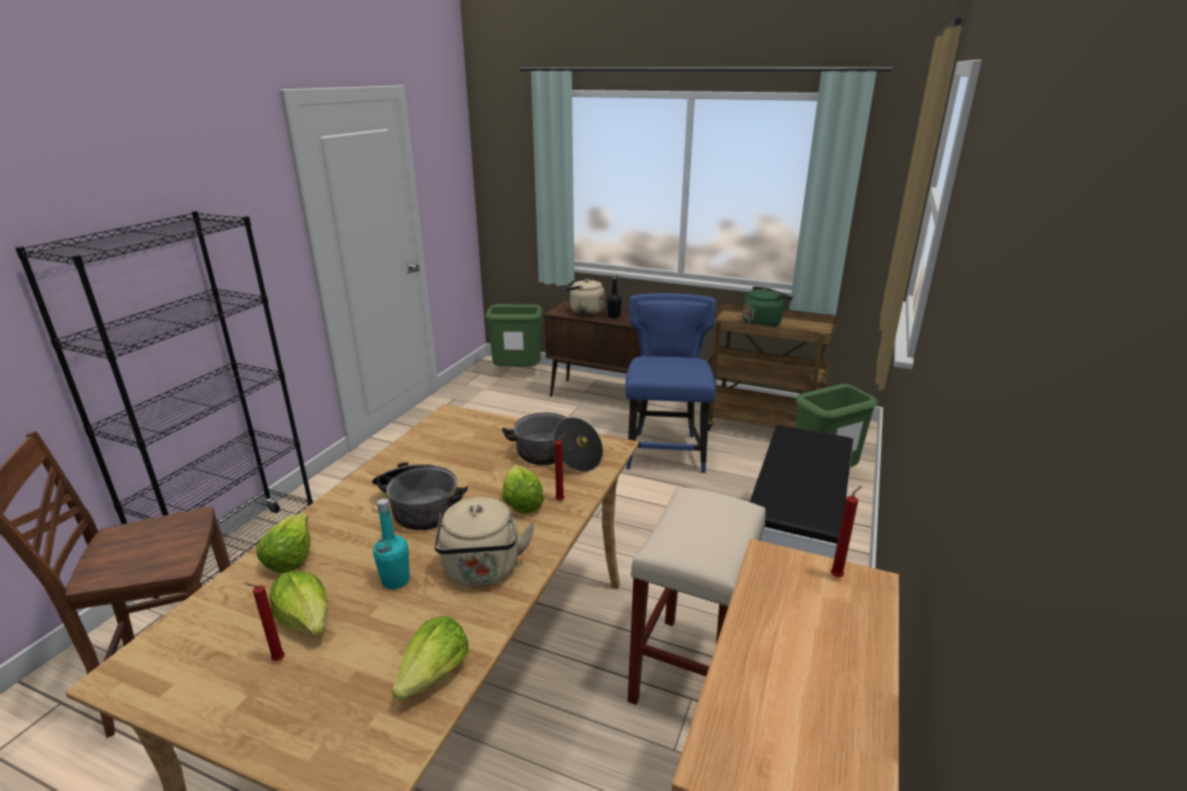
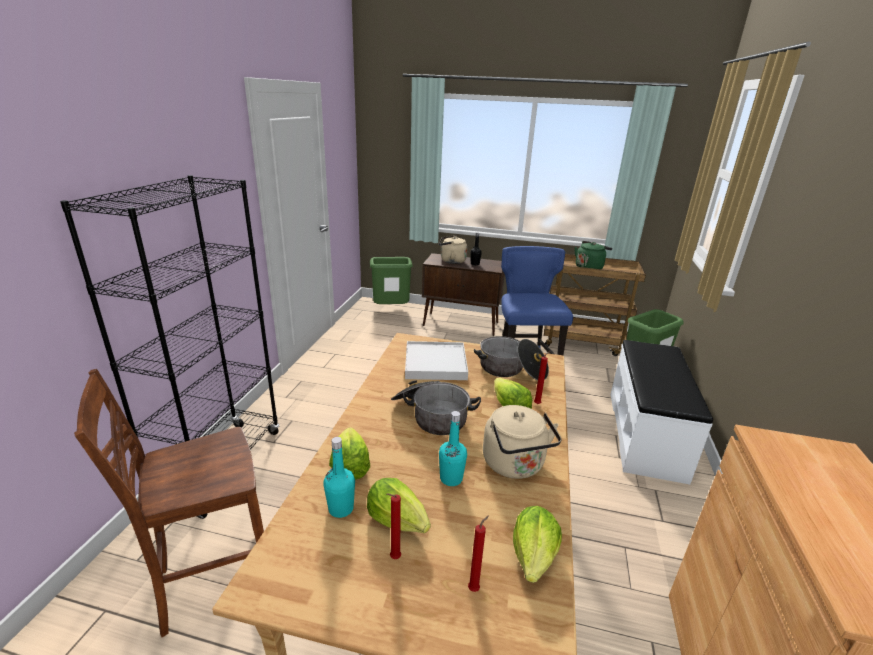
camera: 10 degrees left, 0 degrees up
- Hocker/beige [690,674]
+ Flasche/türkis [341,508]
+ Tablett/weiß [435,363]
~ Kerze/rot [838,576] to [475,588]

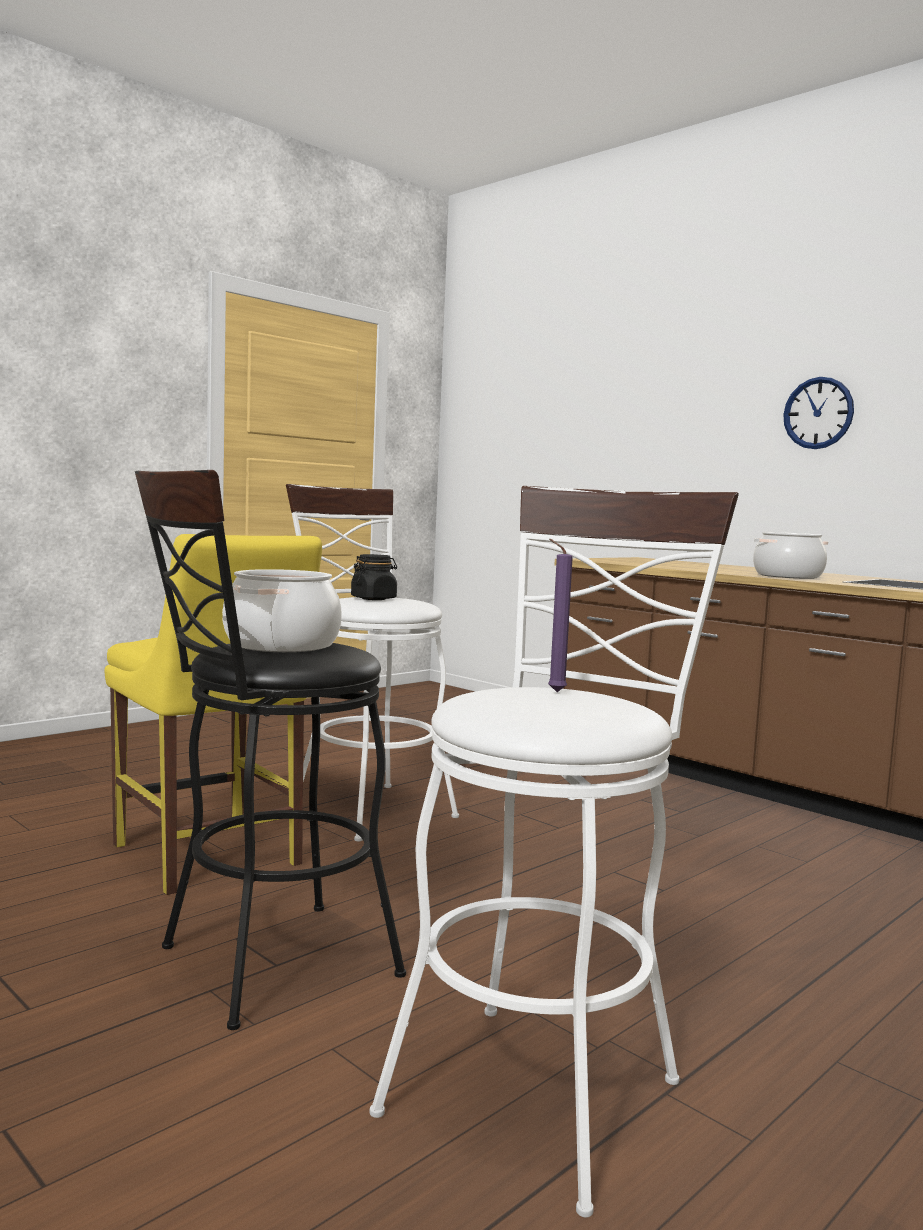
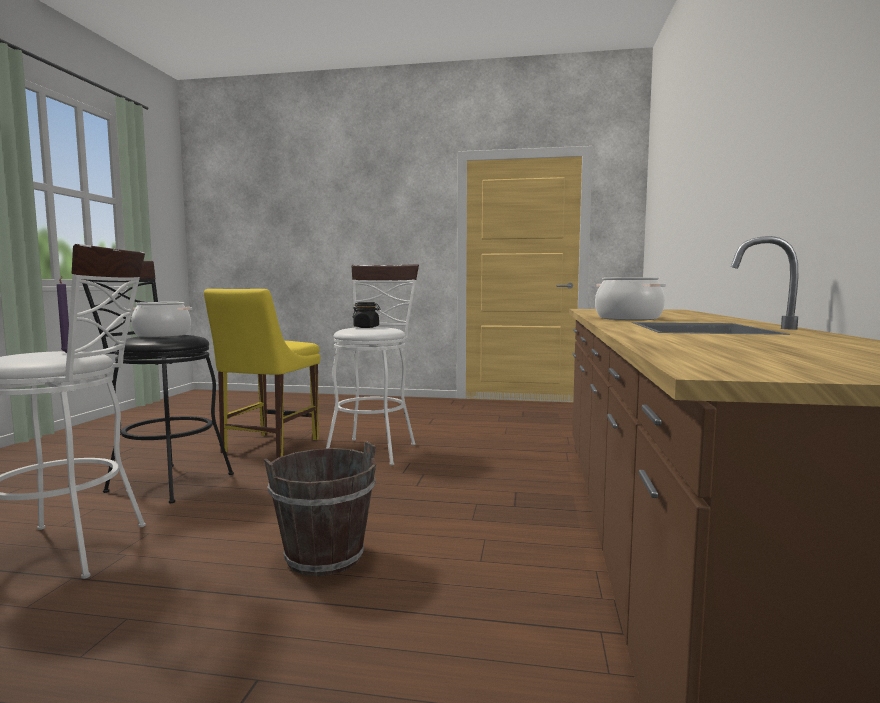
camera: 55 degrees right, 0 degrees up
- Wanduhr [818,413]
+ Eimer/braun [324,556]

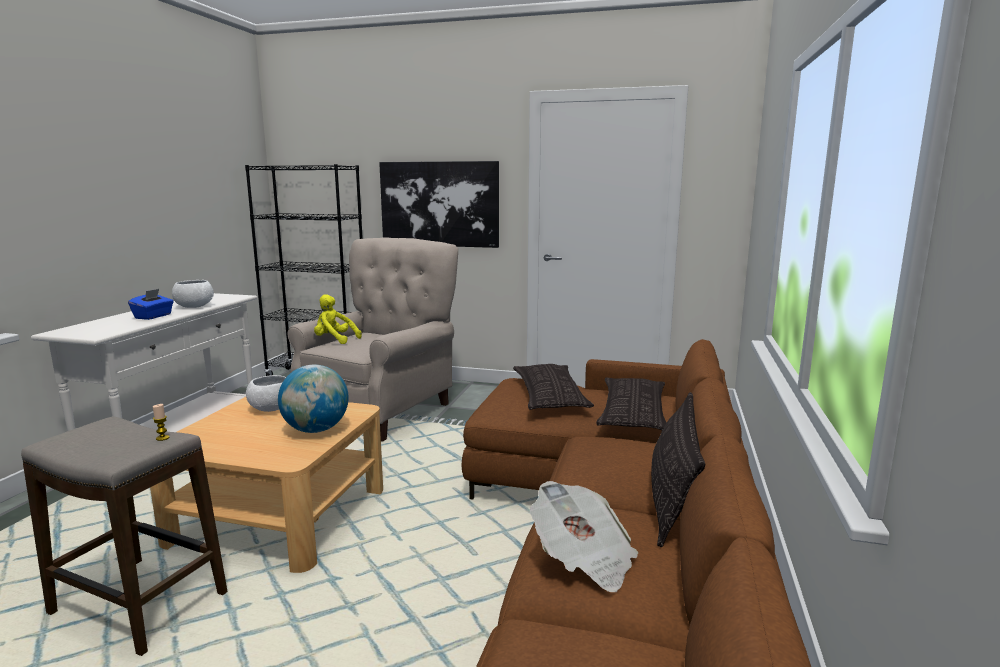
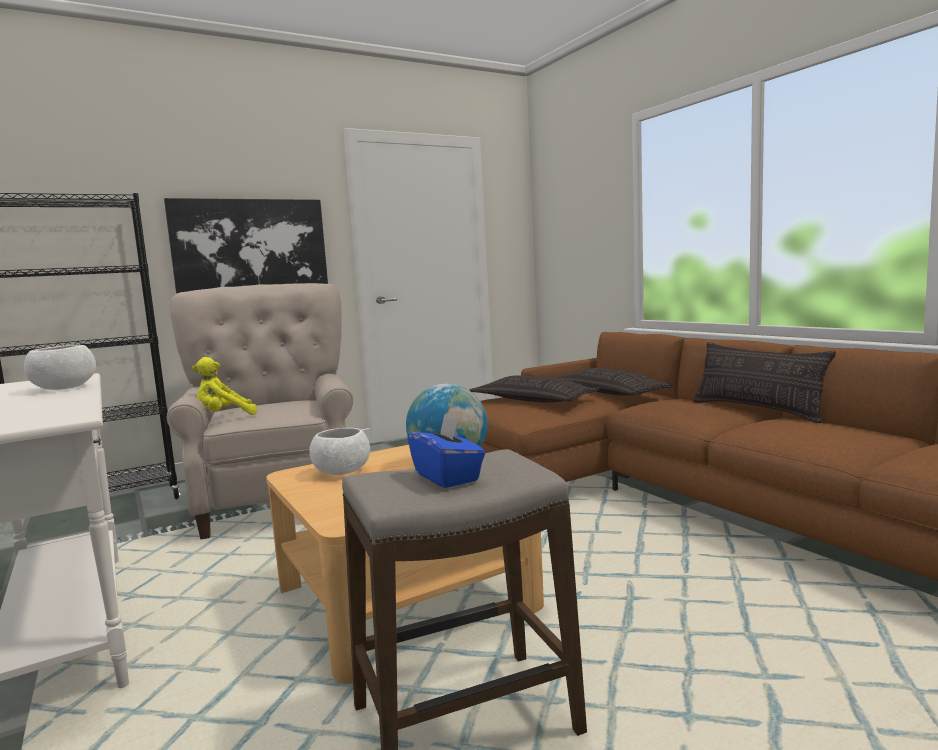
camera: 45 degrees left, 5 degrees down
- Kerze [162,438]
- Zeitung [583,559]
~ Taschentuchbox/blau [153,316] to [447,477]

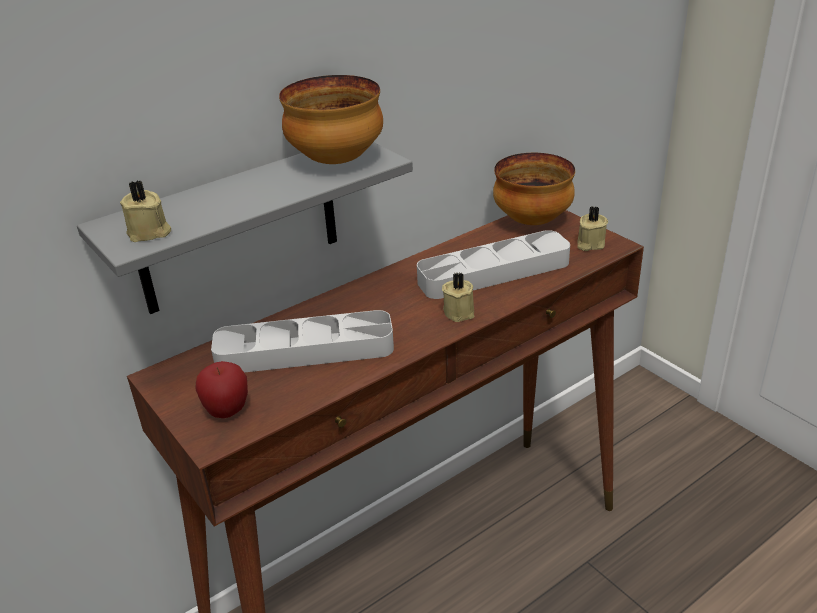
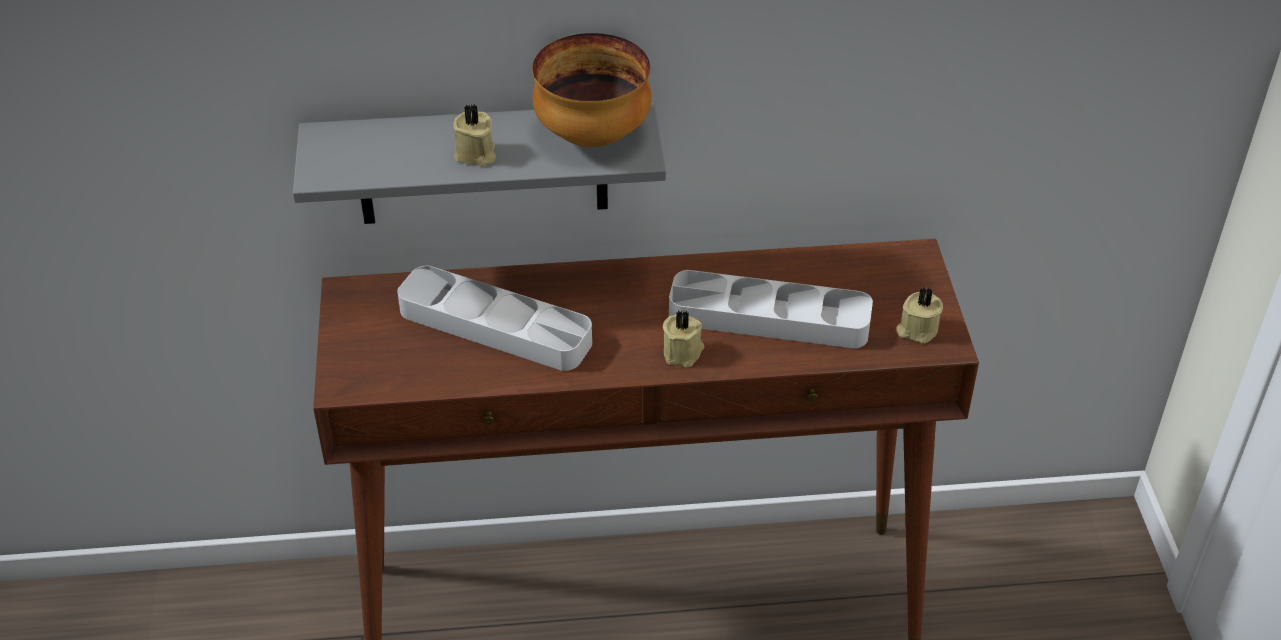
camera: 30 degrees right, 10 degrees up
- Apfel [227,411]
- Schüssel [533,221]
~ Kerze/beige [149,233] to [475,154]

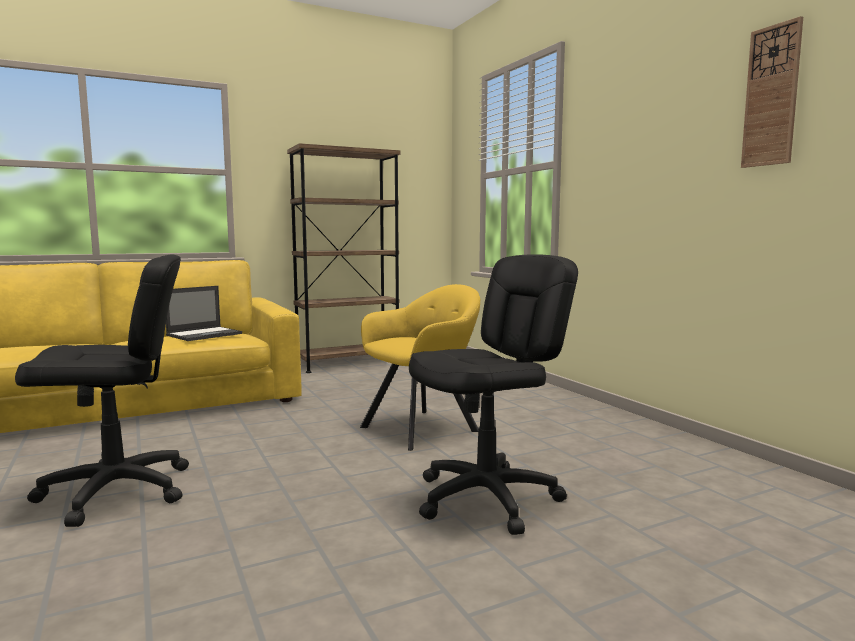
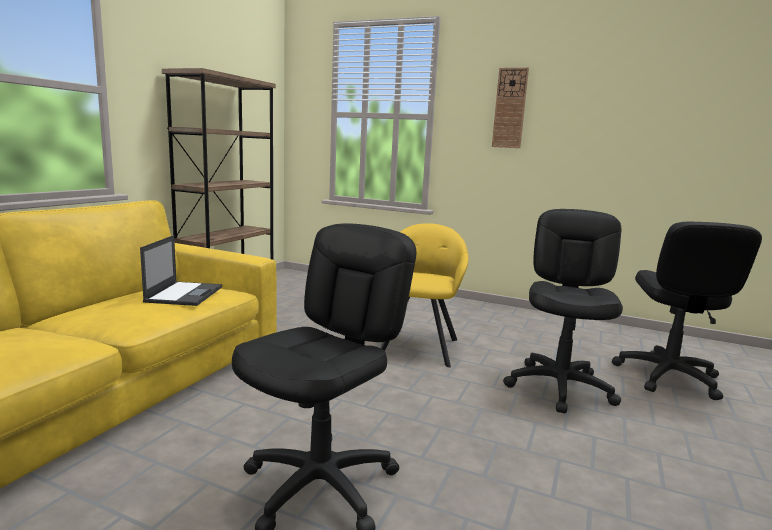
camera: 40 degrees left, 5 degrees up
+ Bürostuhl/schwarz [667,377]
~ Wanduhr [771,96] to [510,108]

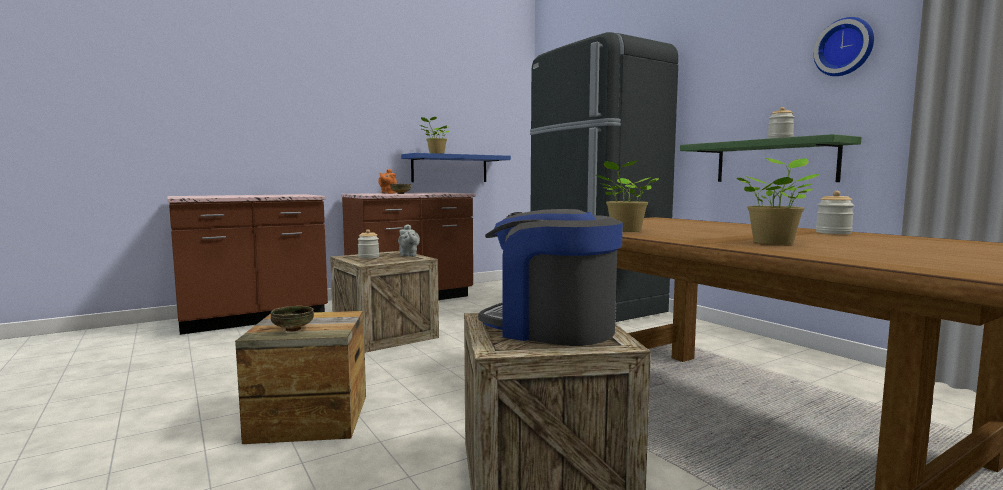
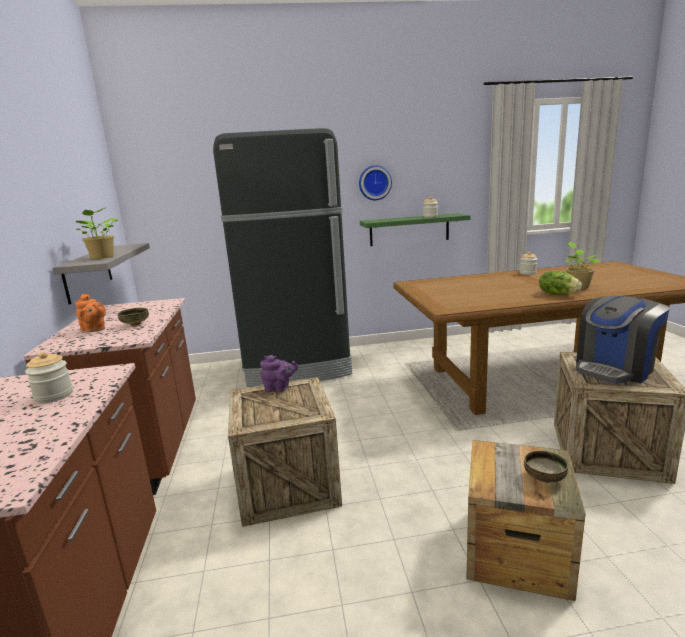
camera: 65 degrees left, 10 degrees up
- Topfpflanze [624,231]
+ Salatkopf [557,294]
~ Vorratsglas [368,257] to [54,396]
~ Wanduhr [845,47] to [374,183]
~ Teekanne/grau [408,255] to Teekanne/lila [279,388]
~ Wandregal/blau [449,168] to Wandregal/grau [88,273]

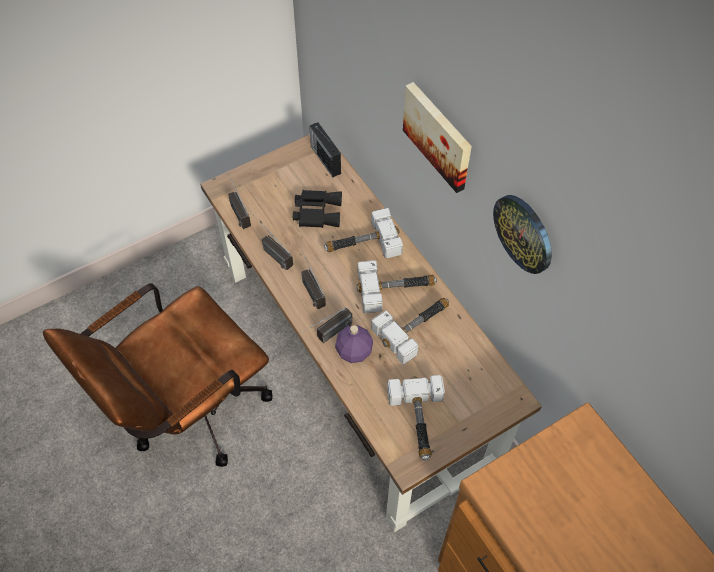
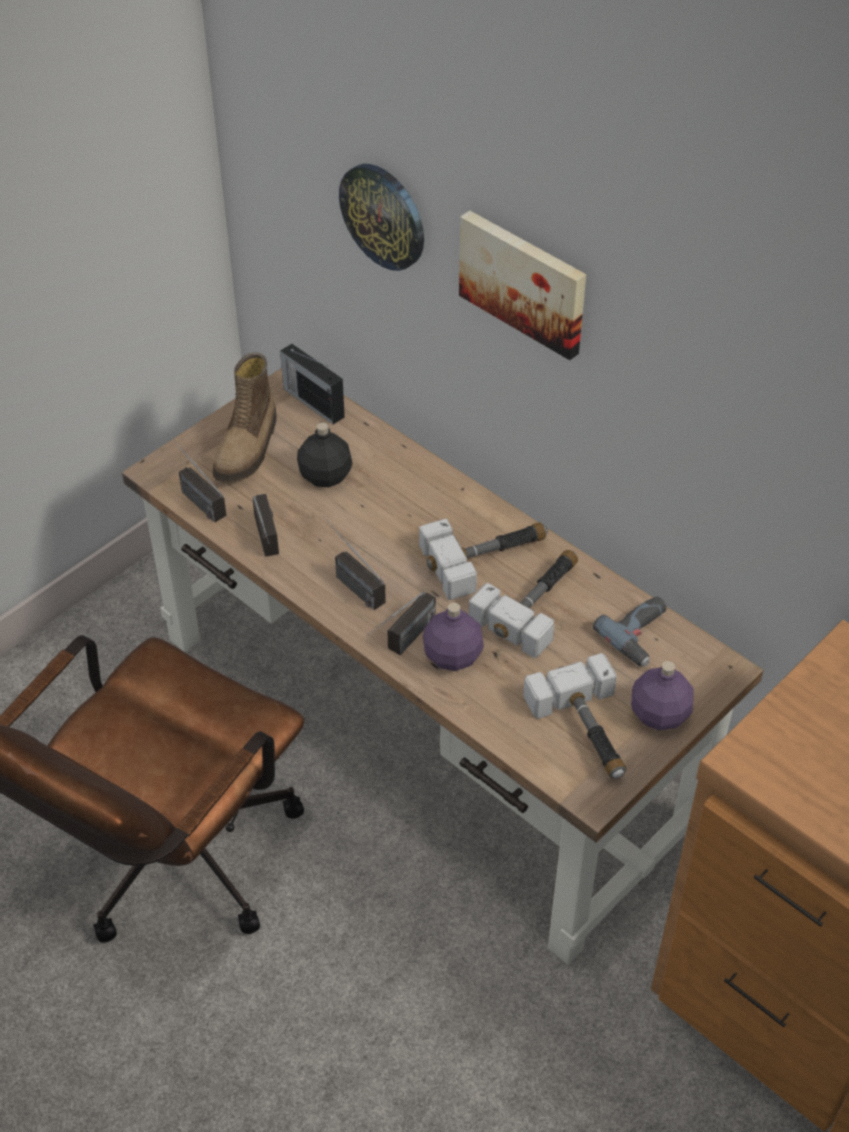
camera: 15 degrees left, 10 degrees down
- Hammer [361,244]
+ Stiefel [248,448]
+ Bohrmaschine [642,635]
+ Flasche/lila [660,714]
~ Wanduhr [524,233] to [383,216]
~ Fernglas/schwarz [317,211] to Flasche/schwarz [325,476]
~ Radio [270,252] = [271,546] 135 degrees counterclockwise

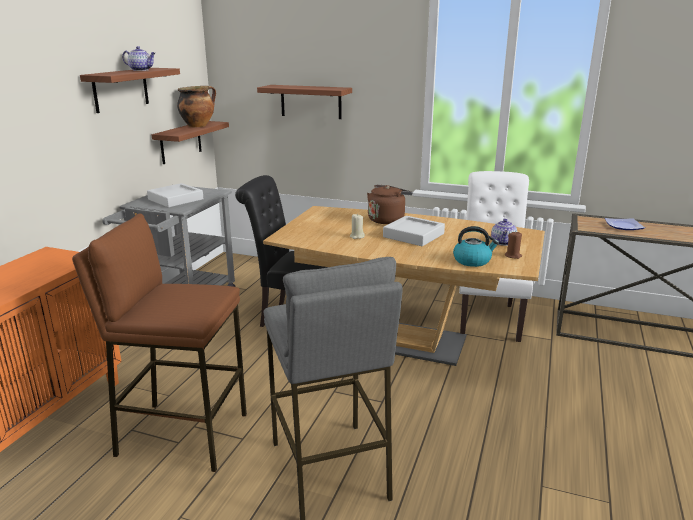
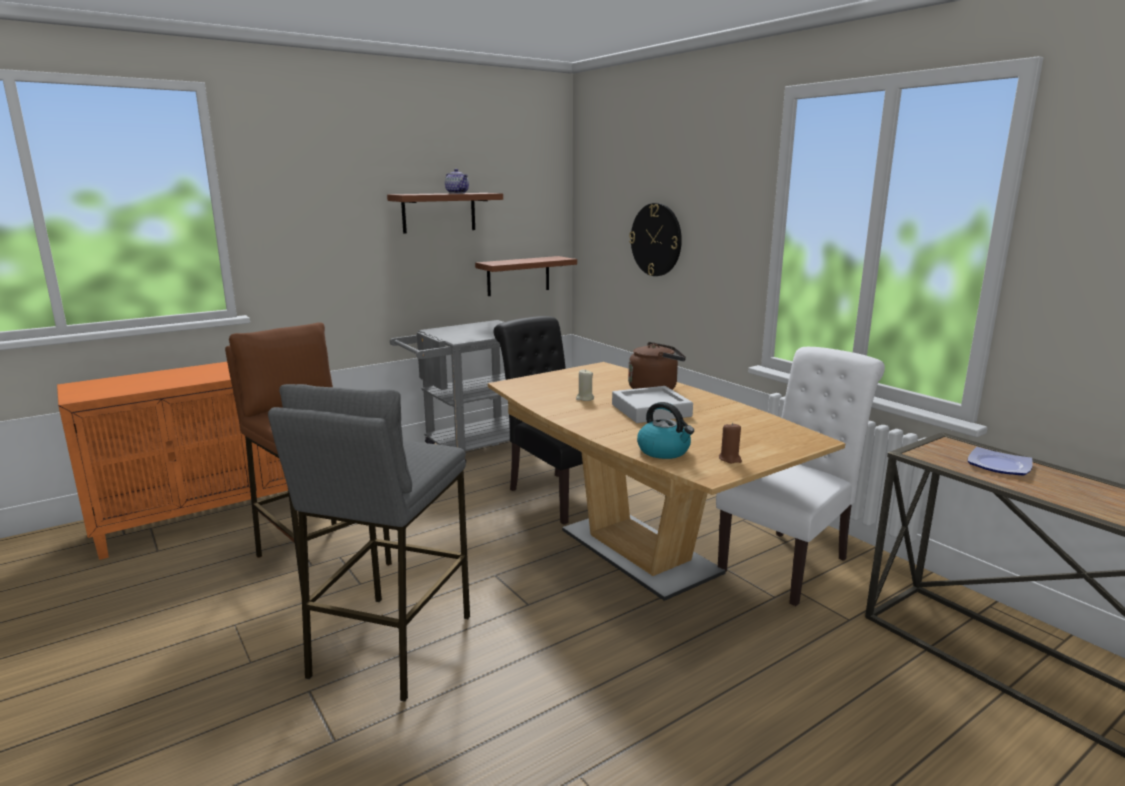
camera: 35 degrees right, 5 degrees down
- Tablett/grau [175,199]
- Kochtopf [198,126]
- Teekanne [503,243]
~ Wandregal [311,101] to Wanduhr [656,240]

